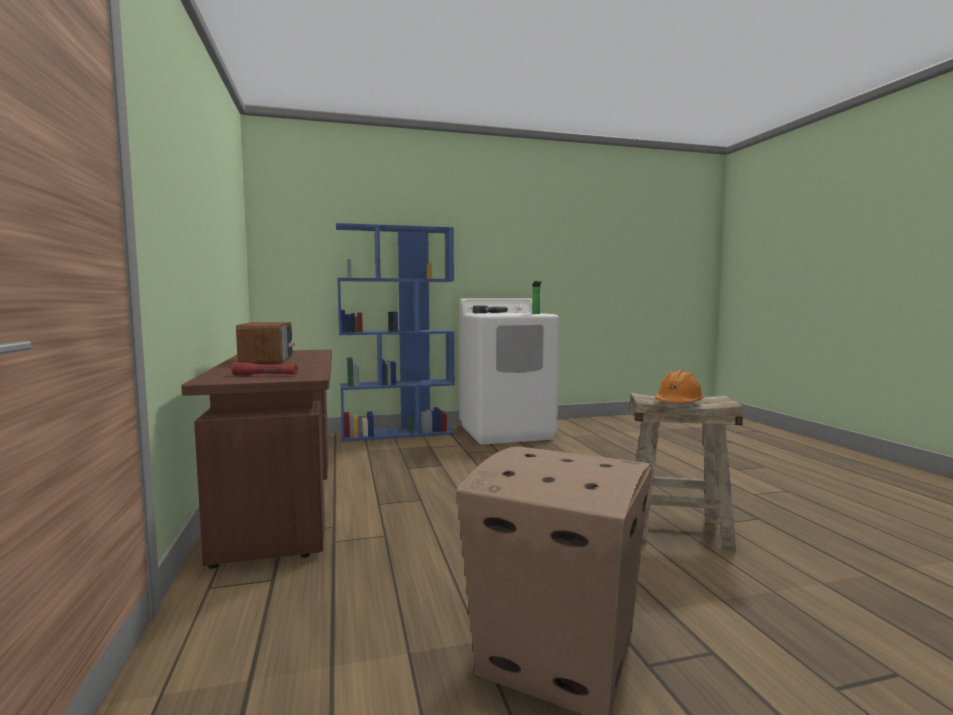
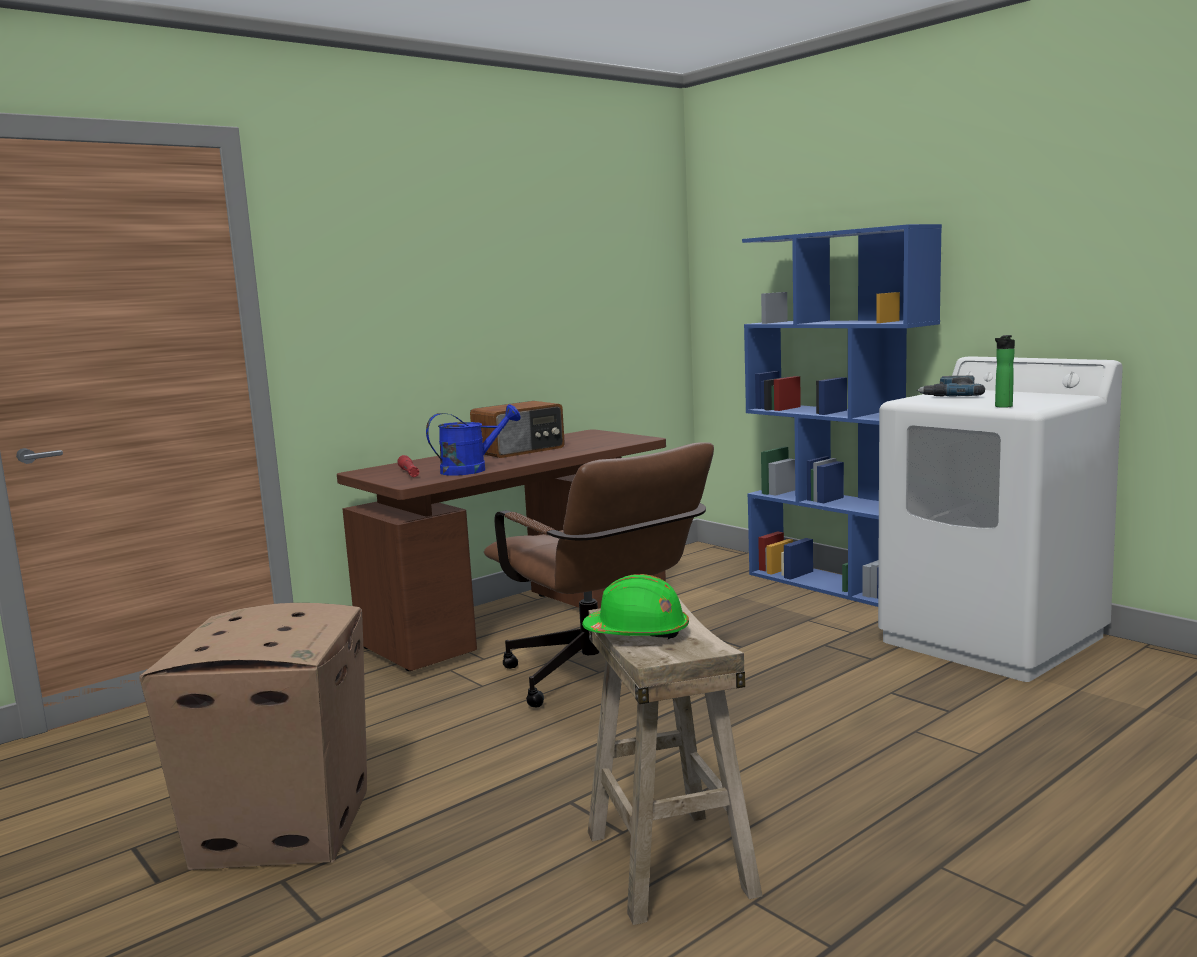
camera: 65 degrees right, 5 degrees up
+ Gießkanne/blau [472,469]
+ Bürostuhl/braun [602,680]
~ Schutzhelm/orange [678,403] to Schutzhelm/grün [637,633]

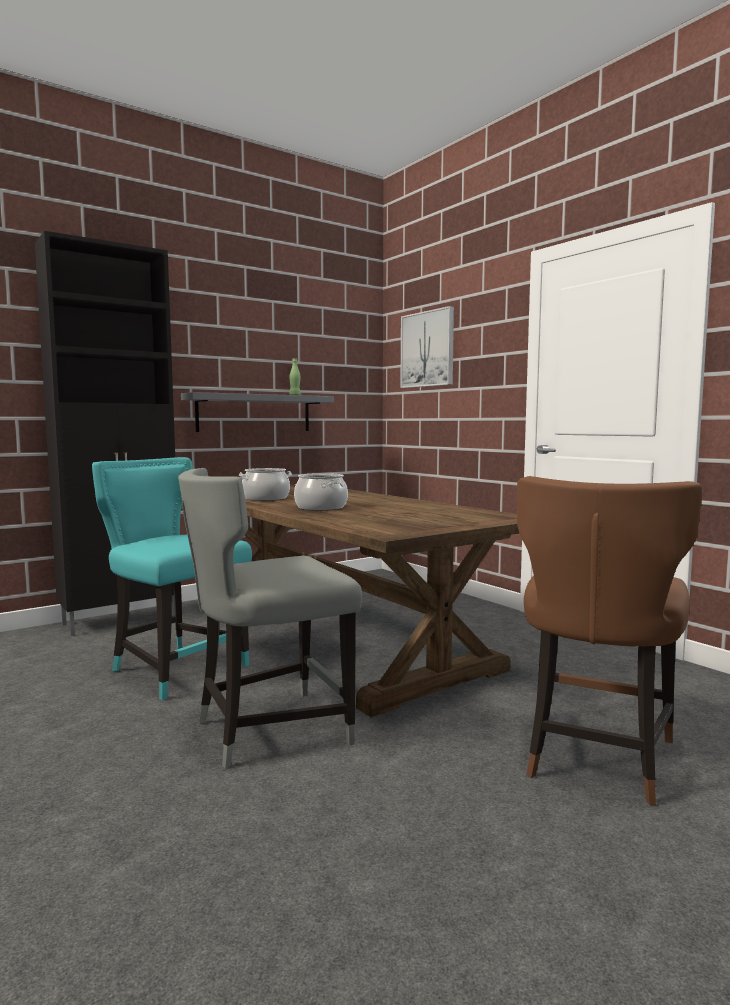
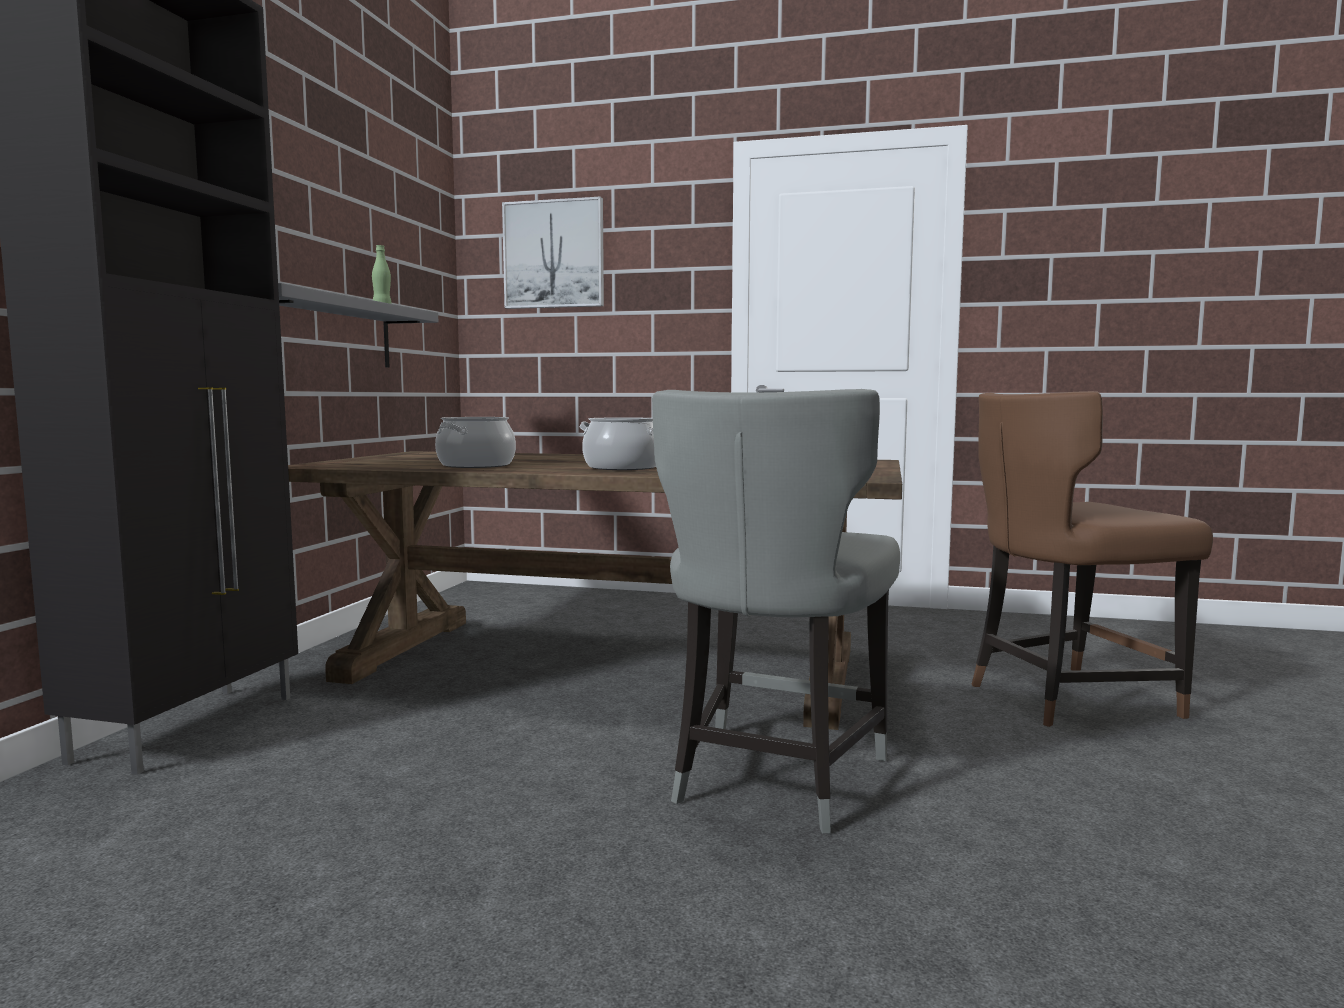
camera: 40 degrees left, 0 degrees up
- Stuhl/türkis [176,669]
~ Stuhl/braun [594,757] = [1065,698] 90 degrees clockwise

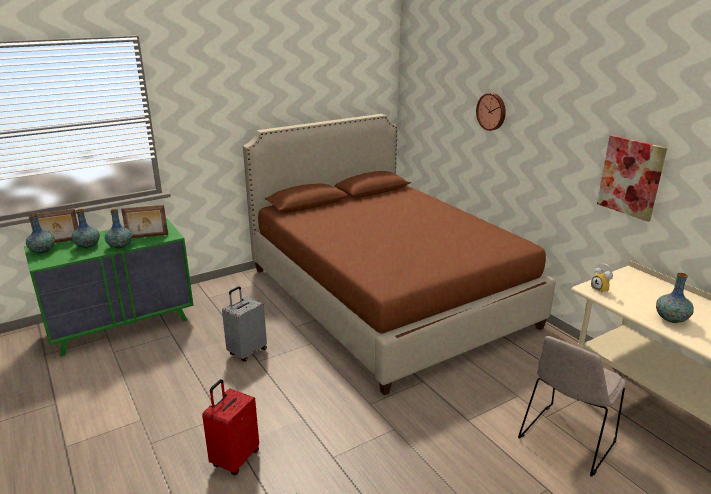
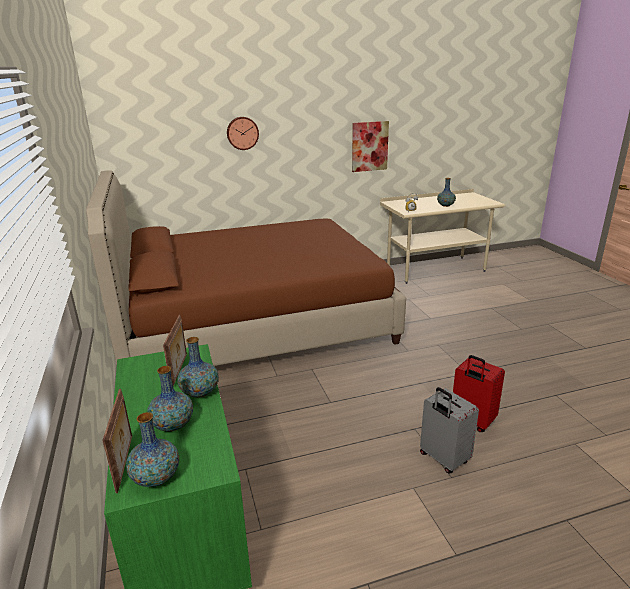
camera: 75 degrees left, 0 degrees up
- Stuhl/beige [566,441]
~ Koffer/grau [247,352] to [443,459]

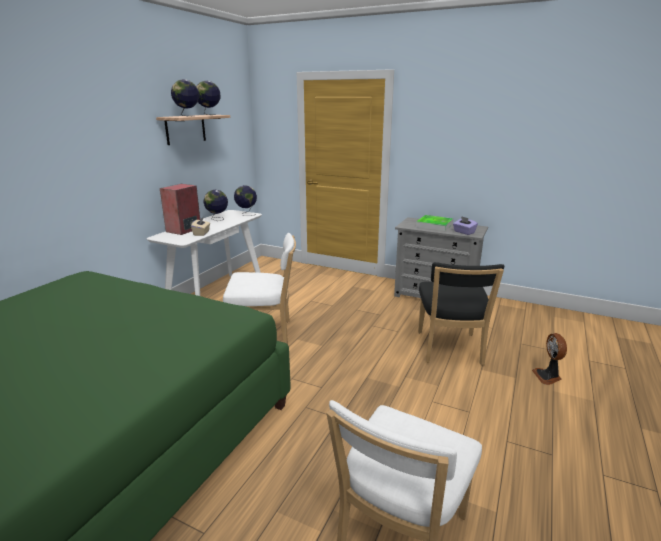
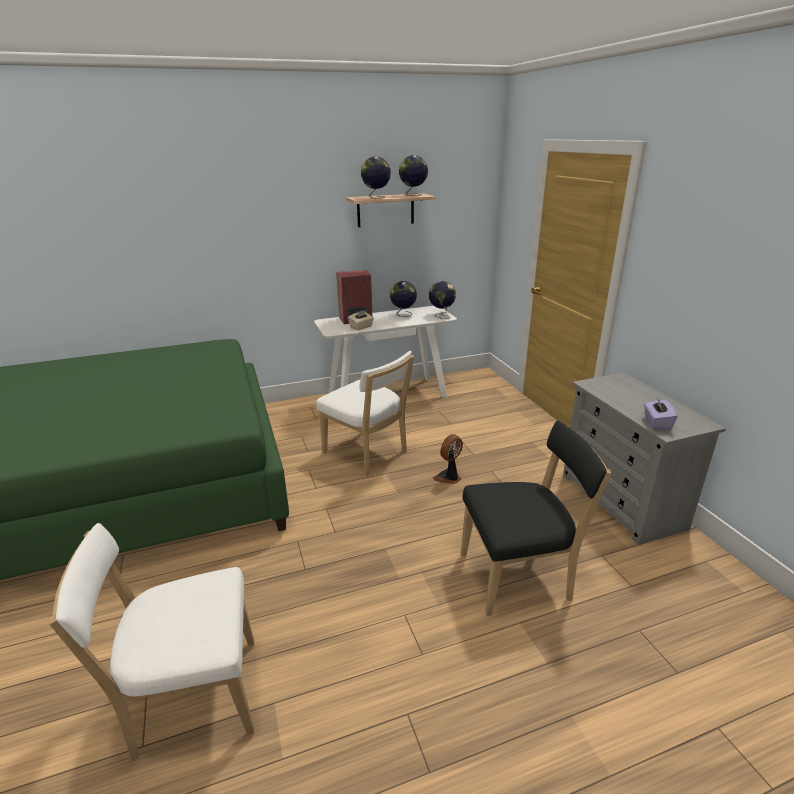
camera: 45 degrees right, 5 degrees up
- Tablett [434,225]
~ Ventilator [547,376] to [449,477]
~ Stuhl/schwarz [449,350] = [520,576] 150 degrees counterclockwise

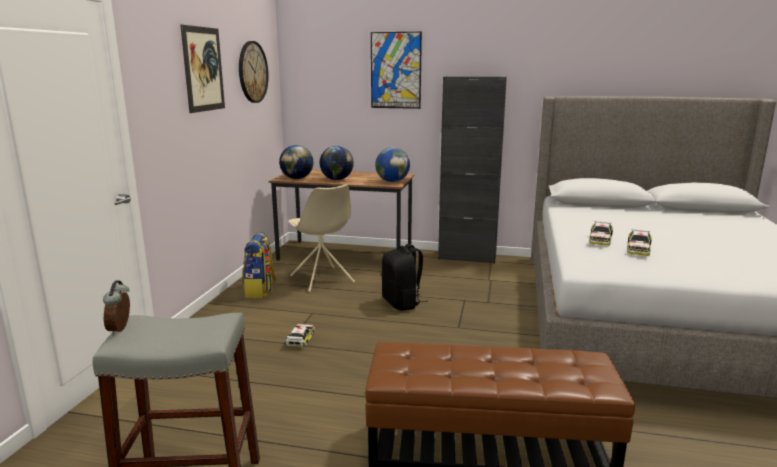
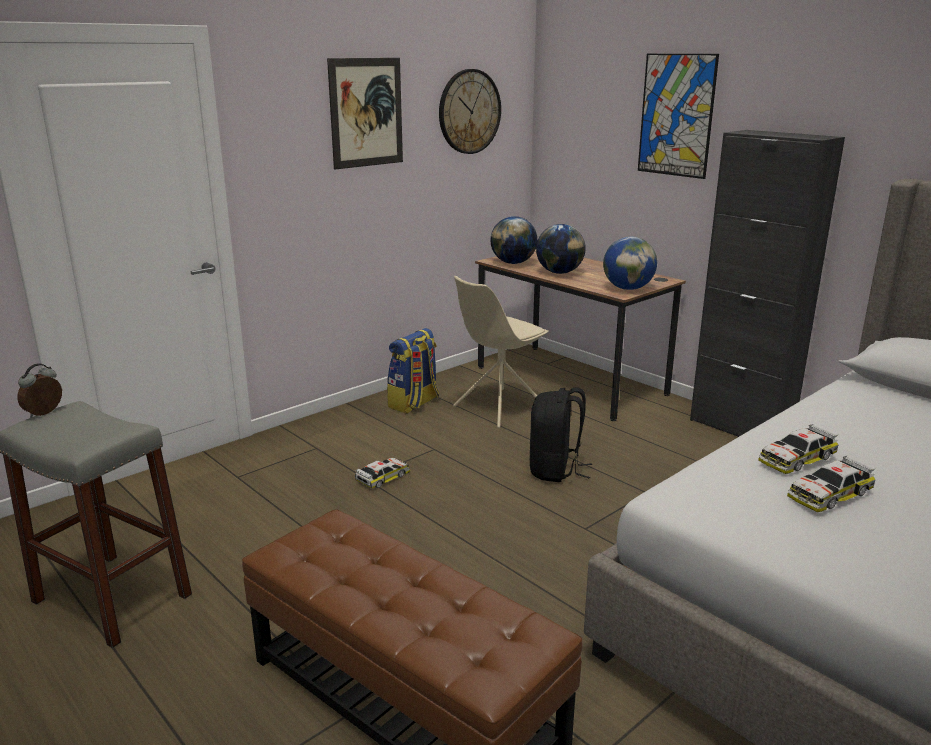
camera: 35 degrees right, 5 degrees up
~ Stuhl/beige [322,280] = [498,408] 45 degrees clockwise

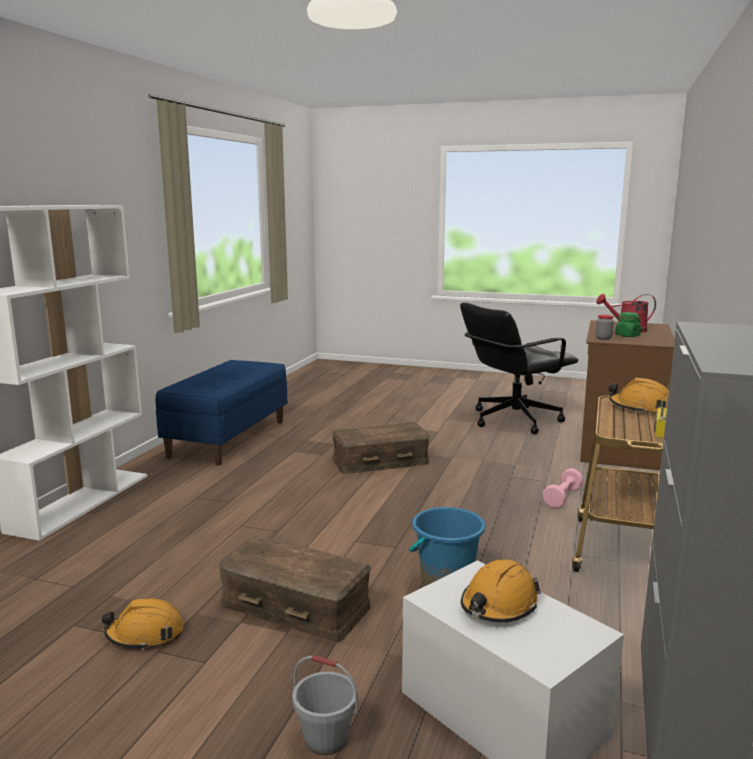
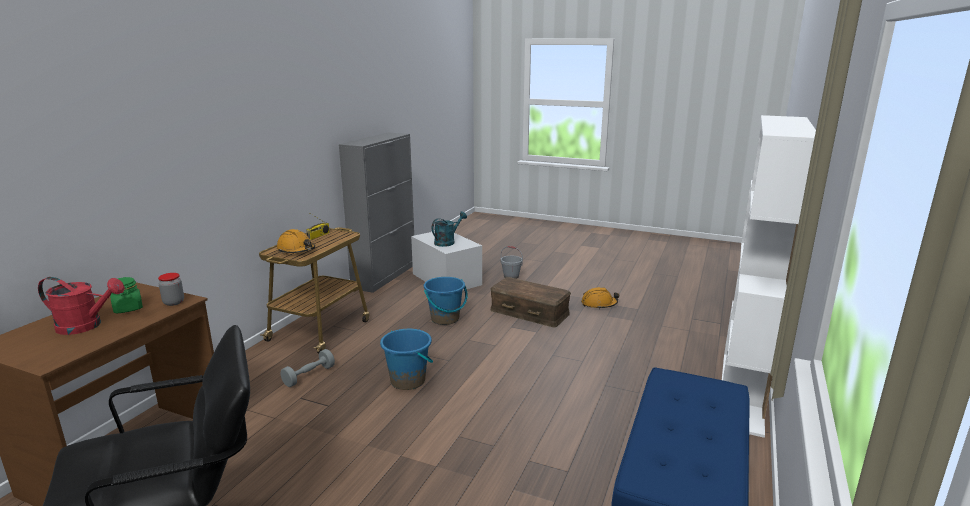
camera: 175 degrees left, 5 degrees up
- Aufbewahrungsbox/braun [380,461]
+ Eimer/blau [408,381]
~ Schutzhelm/orange [499,605] to Gießkanne/türkis [447,242]
~ Hantel/rosa [562,498] to Hantel/grau [309,376]

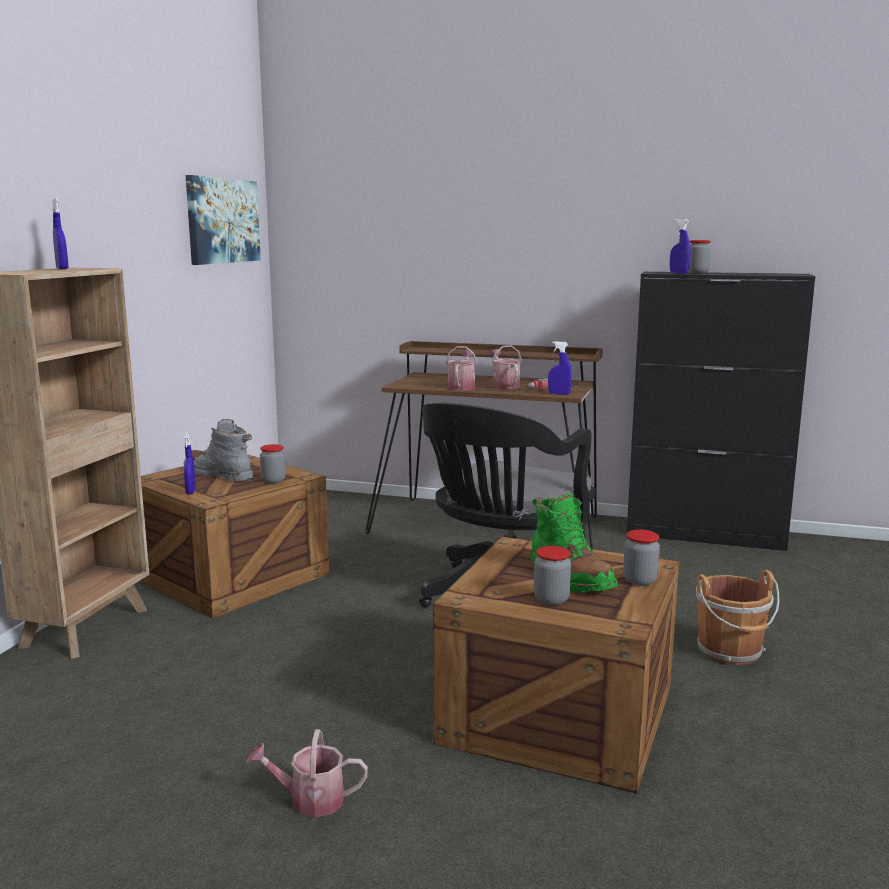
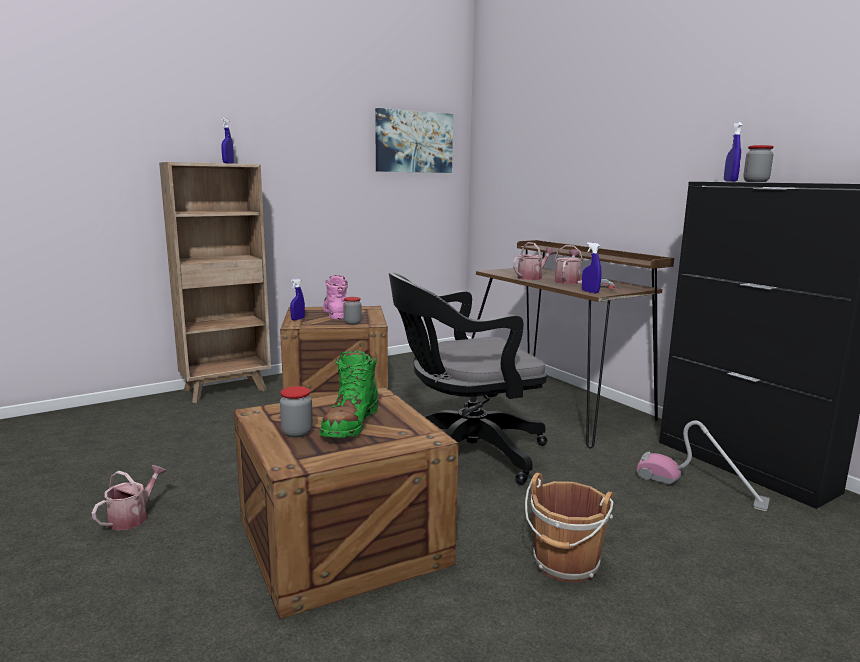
camera: 40 degrees right, 0 degrees up
- Vorratsglas [640,580]
+ Staubsauger [700,488]
~ Stiefel/grau [219,474] to Stiefel/rosa [335,314]
~ Gießkanne [309,800] = [133,517] 75 degrees clockwise

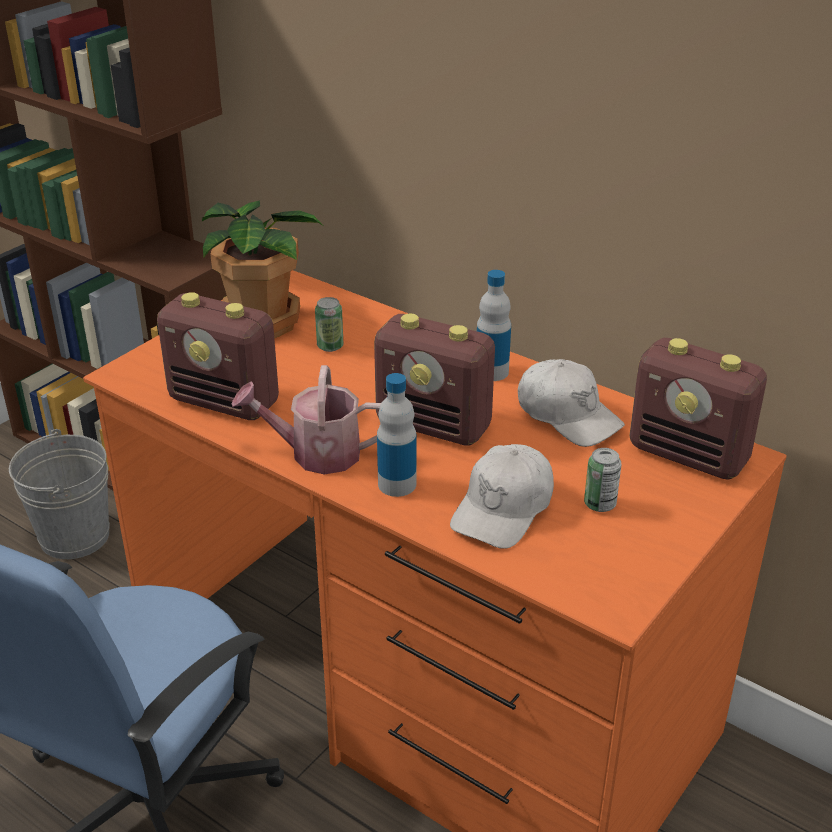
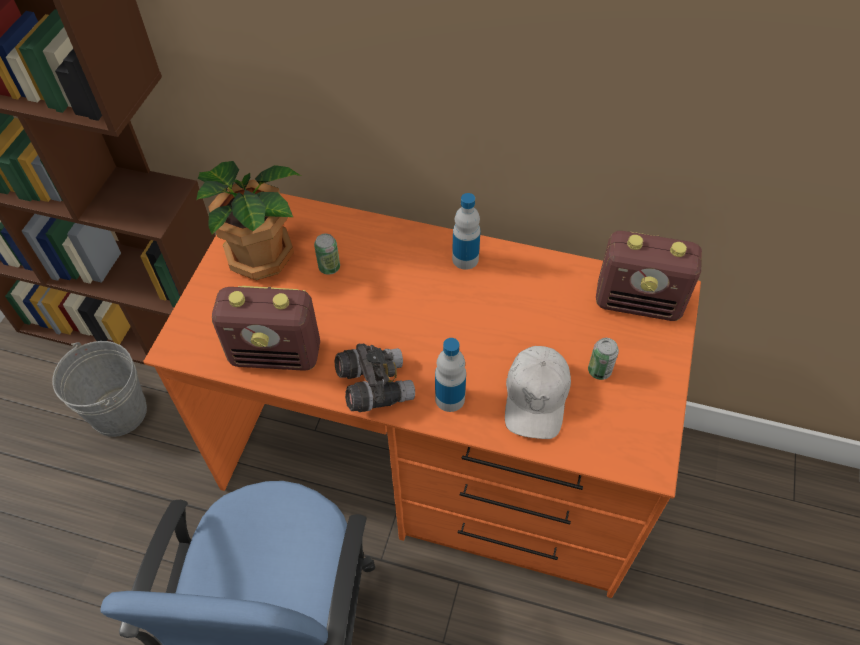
camera: 20 degrees left, 20 degrees up
- Radio [435,426]
- Kappe/weiß [568,415]
~ Gießkanne [316,453] to Fernglas/grau [374,386]

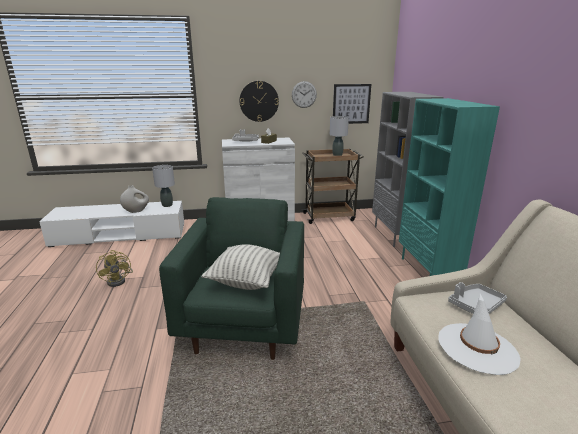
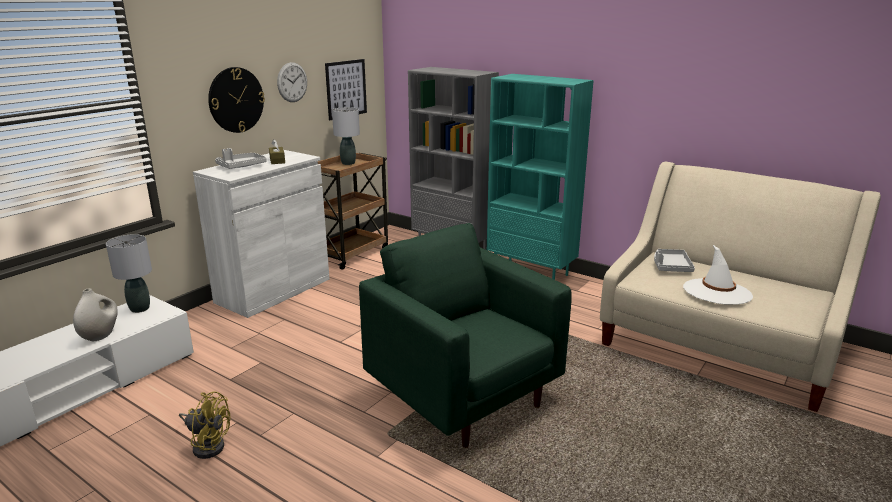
camera: 45 degrees left, 0 degrees up
- Kissen [246,281]

